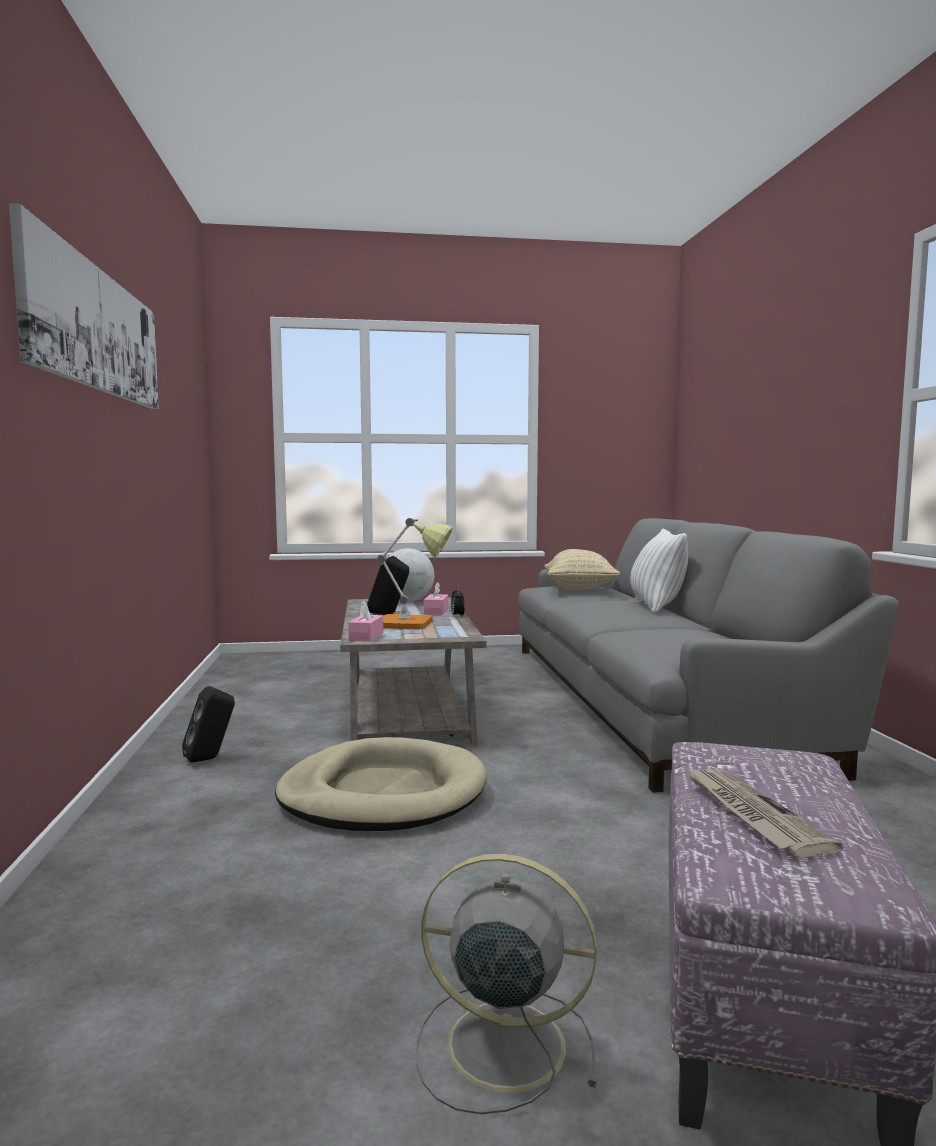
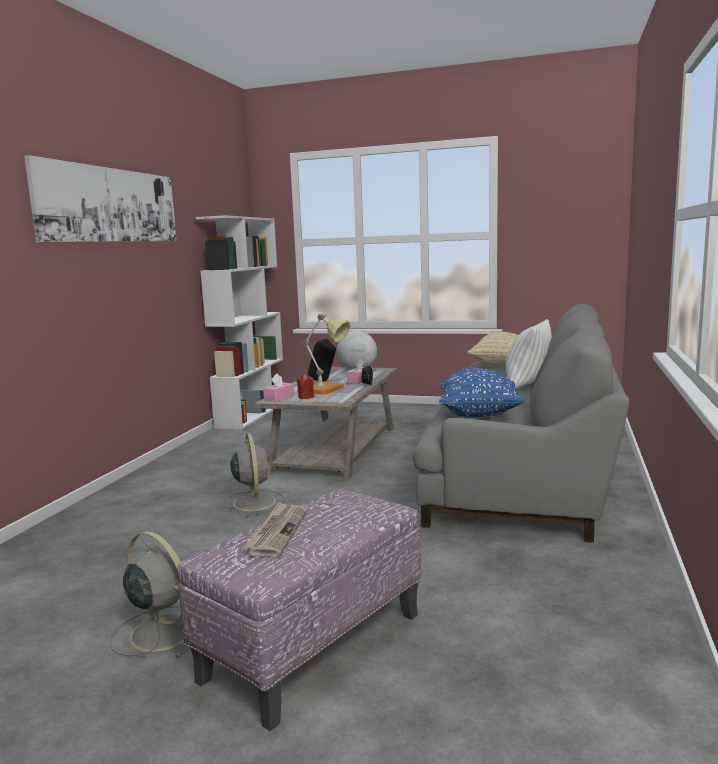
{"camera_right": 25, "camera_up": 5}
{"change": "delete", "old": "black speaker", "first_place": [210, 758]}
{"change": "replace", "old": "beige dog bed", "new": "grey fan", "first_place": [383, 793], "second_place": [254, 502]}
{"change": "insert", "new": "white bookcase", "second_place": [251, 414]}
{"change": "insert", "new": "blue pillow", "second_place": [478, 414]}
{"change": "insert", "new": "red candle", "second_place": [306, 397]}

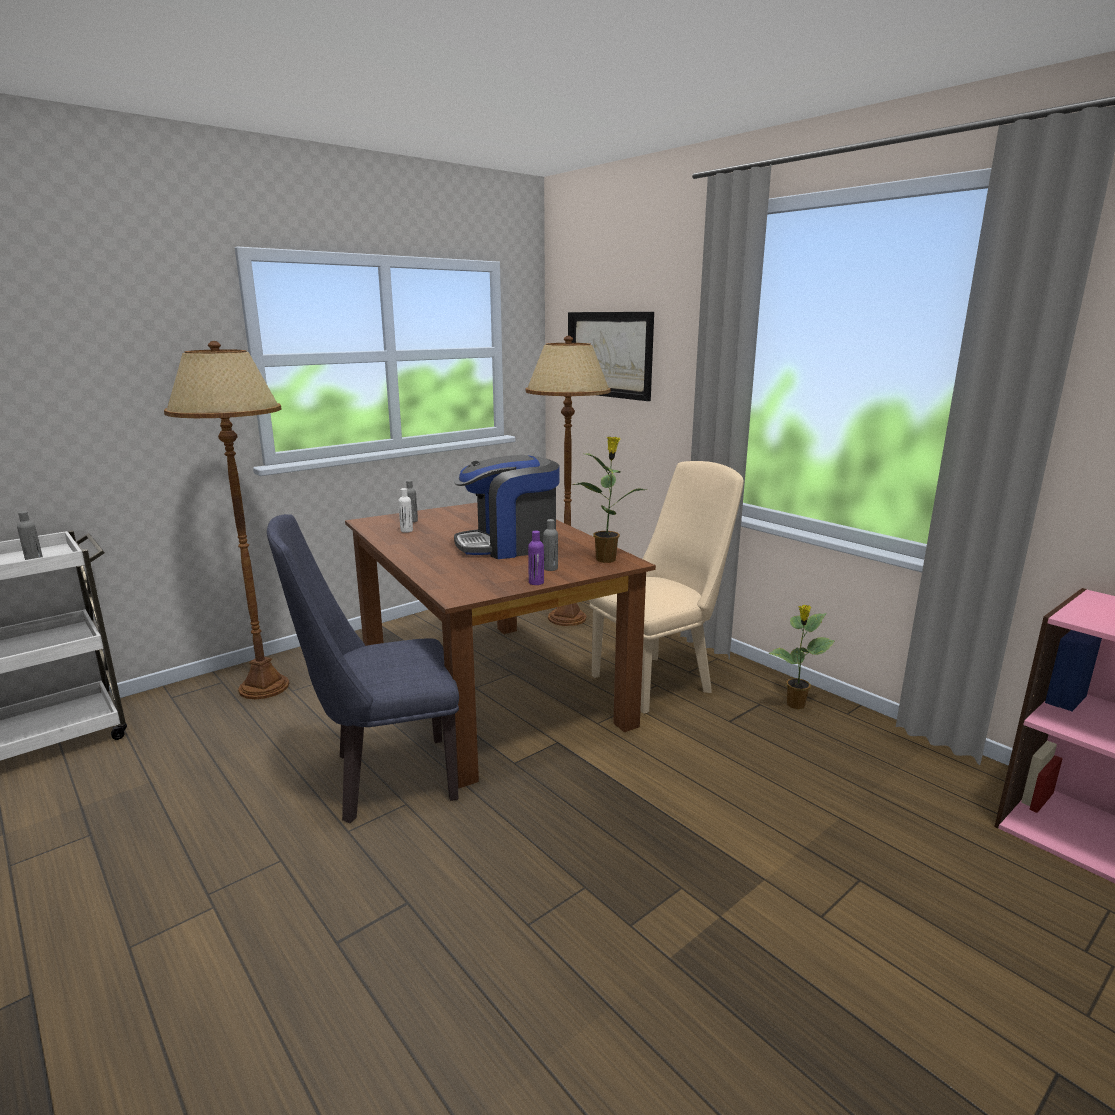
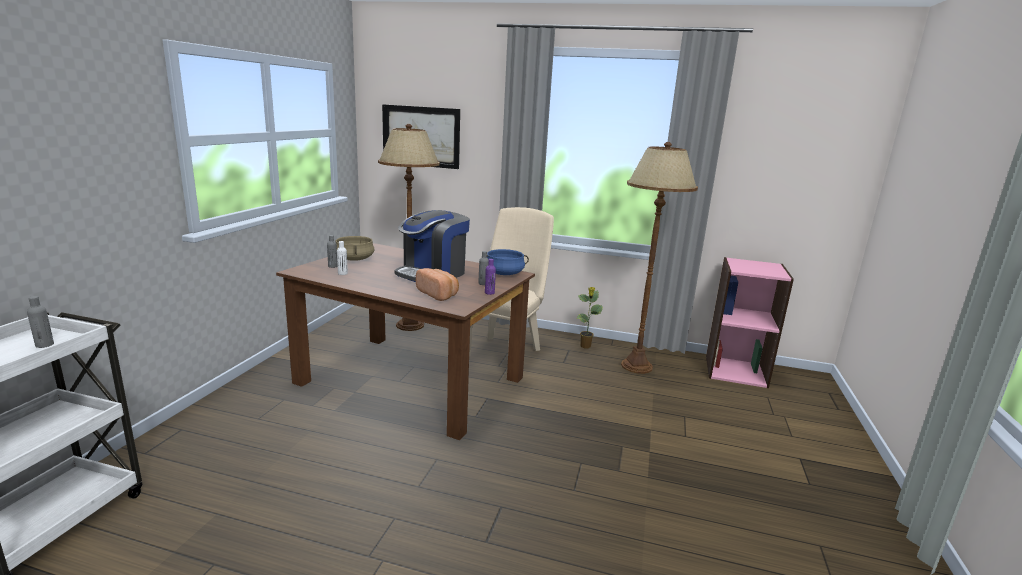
{"camera_right": -35, "camera_up": 0}
{"change": "move", "old": "brown floor lamp", "first_place": [264, 687], "second_place": [636, 366]}
{"change": "replace", "old": "potted plant", "new": "blue cooking pot", "first_place": [606, 559], "second_place": [504, 273]}
{"change": "delete", "old": "blue chair", "first_place": [383, 779]}
{"change": "insert", "new": "beige cooking pot", "second_place": [355, 259]}
{"change": "insert", "new": "bread", "second_place": [438, 294]}

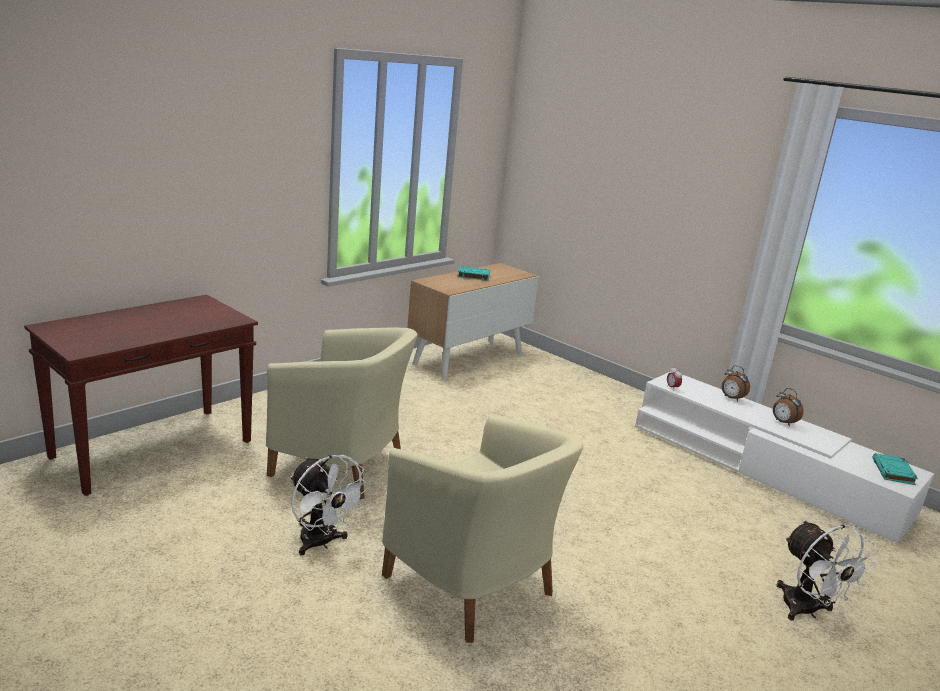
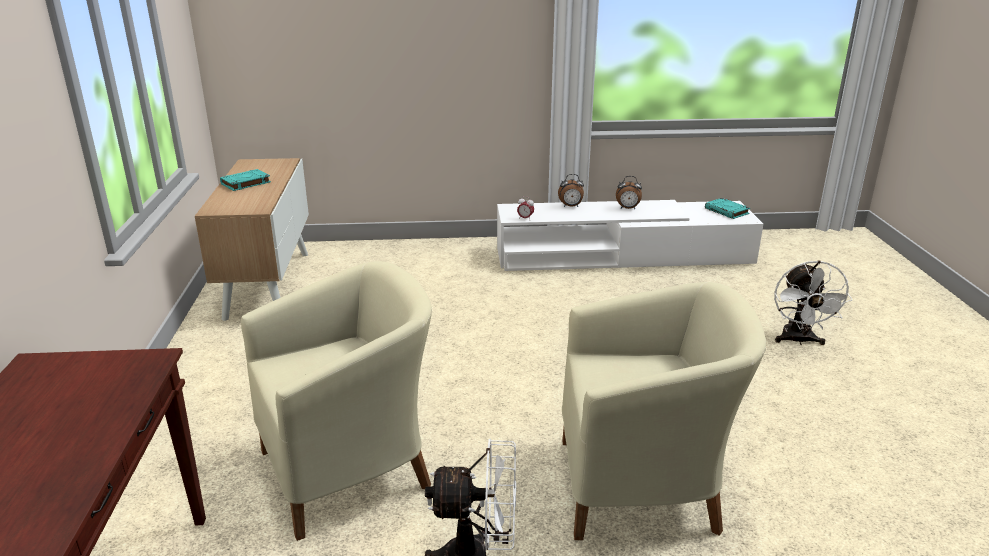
{"camera_right": -45, "camera_up": 5}
{"change": "rotate", "old": "white fan", "first_place": [807, 611], "second_place": [798, 341], "degrees": 75}

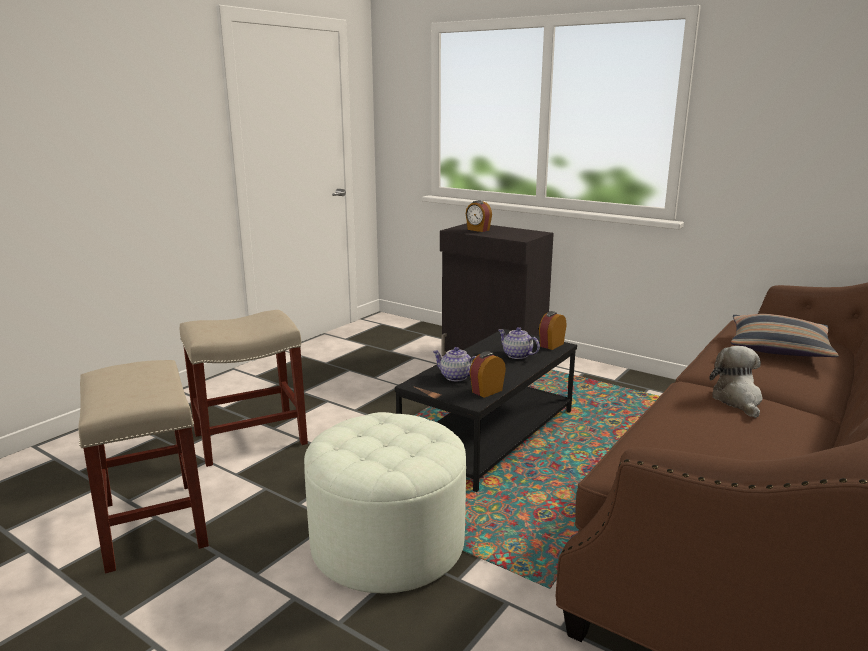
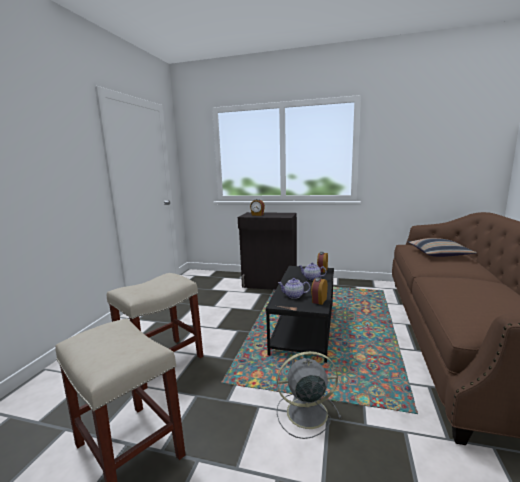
{"camera_right": -20, "camera_up": -5}
{"change": "delete", "old": "plush toy", "first_place": [738, 400]}
{"change": "replace", "old": "white ottoman", "new": "grey fan", "first_place": [387, 544], "second_place": [305, 413]}

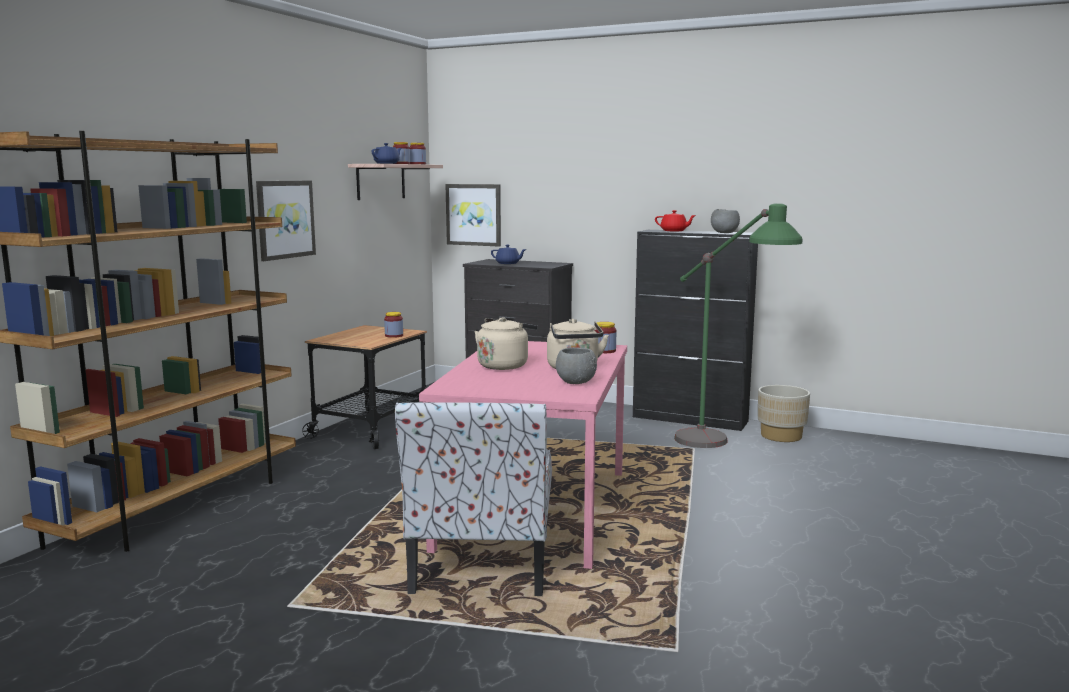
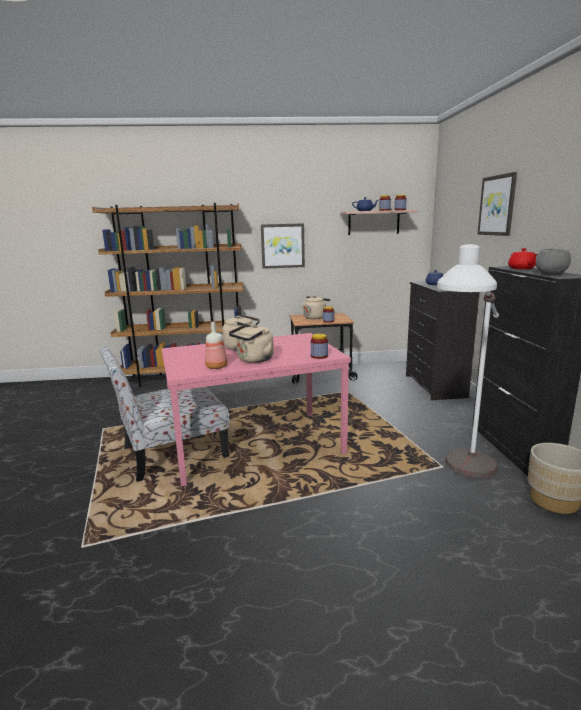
{"camera_right": 60, "camera_up": 5}
{"change": "move", "old": "picture", "first_place": [474, 214], "second_place": [497, 205]}
{"change": "recolor", "old": "green floor lamp", "new": "white floor lamp", "first_place": [723, 450], "second_place": [461, 480]}
{"change": "replace", "old": "grey bowl", "new": "bottle", "first_place": [575, 382], "second_place": [217, 366]}
{"change": "insert", "new": "beige kettle", "second_place": [315, 317]}

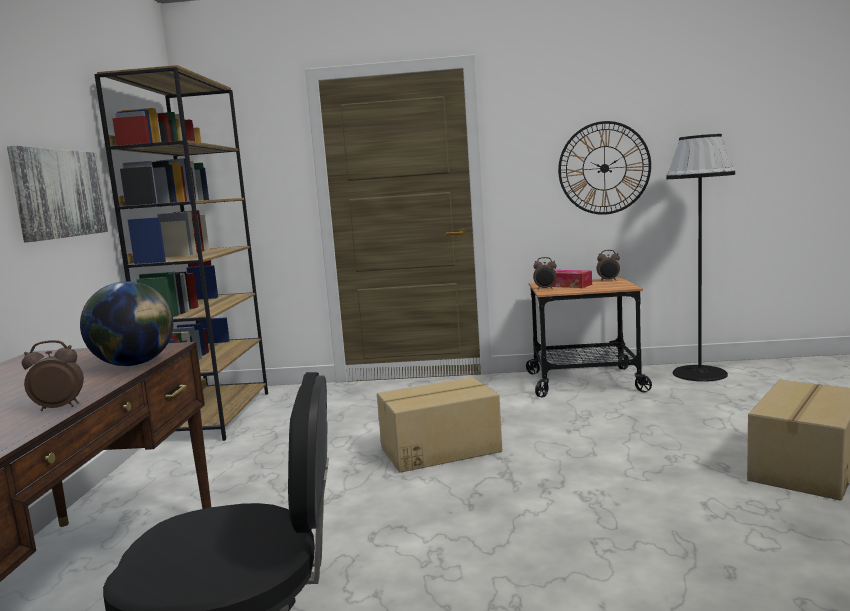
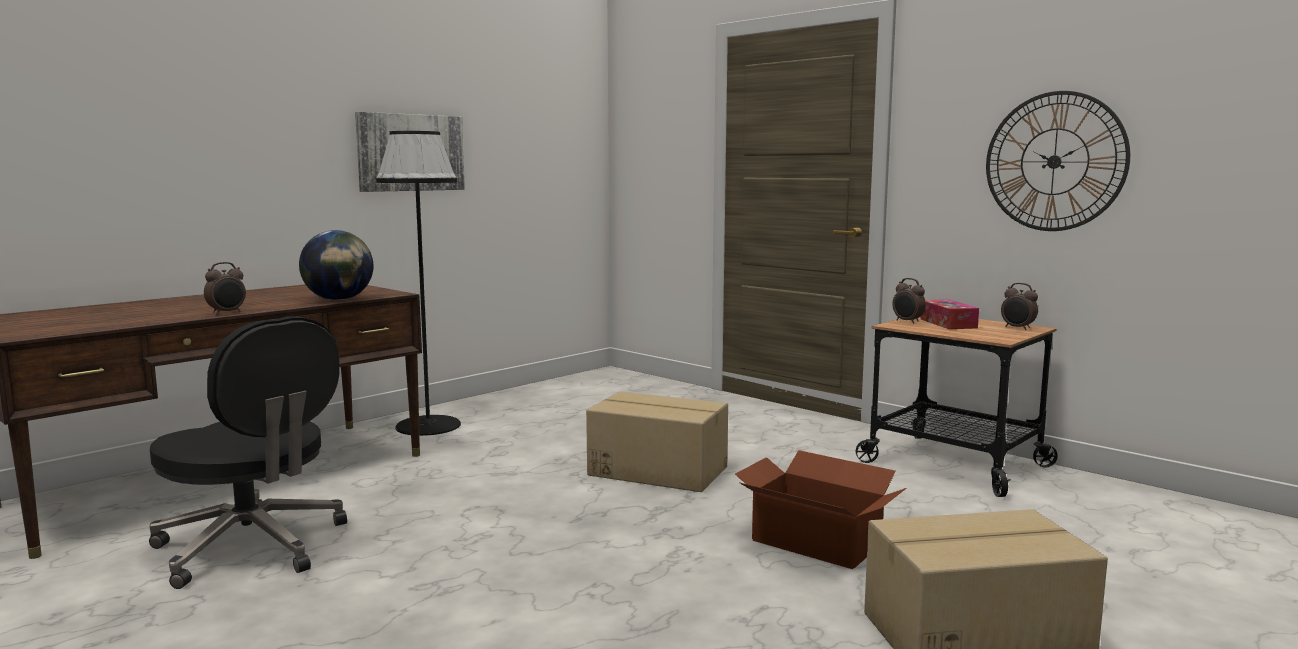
{"camera_right": 40, "camera_up": 0}
{"change": "delete", "old": "brown bookcase", "first_place": [214, 416]}
{"change": "move", "old": "black floor lamp", "first_place": [699, 373], "second_place": [428, 426]}
{"change": "rotate", "old": "alarm clock", "first_place": [59, 408], "second_place": [227, 313], "degrees": 105}
{"change": "insert", "new": "cardboard box", "second_place": [816, 542]}

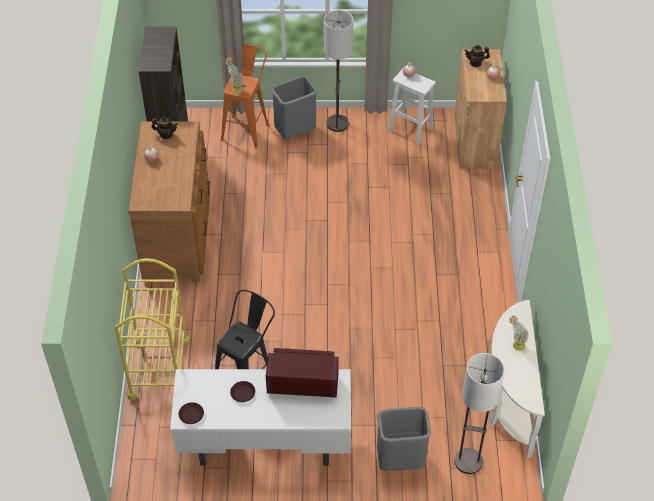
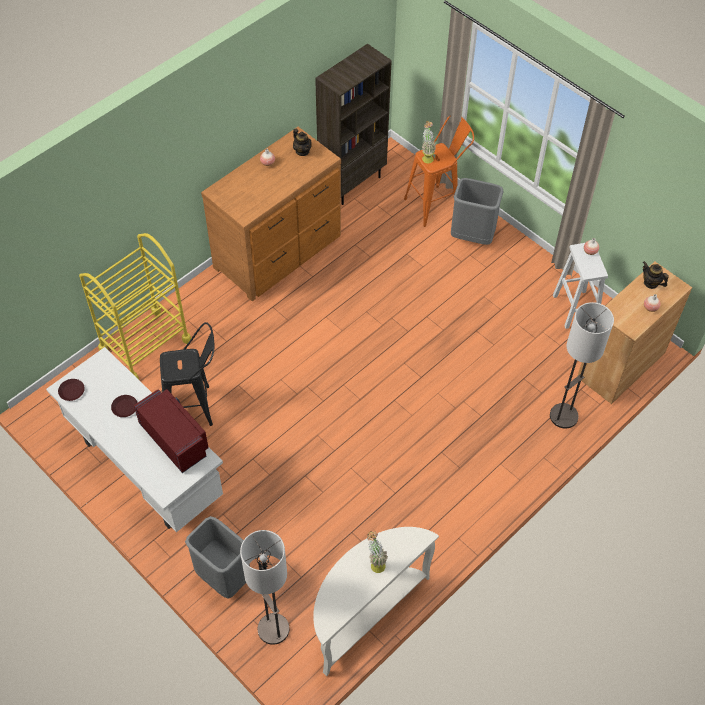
{"camera_right": 45, "camera_up": 5}
{"change": "move", "old": "floor lamp", "first_place": [337, 123], "second_place": [563, 416]}

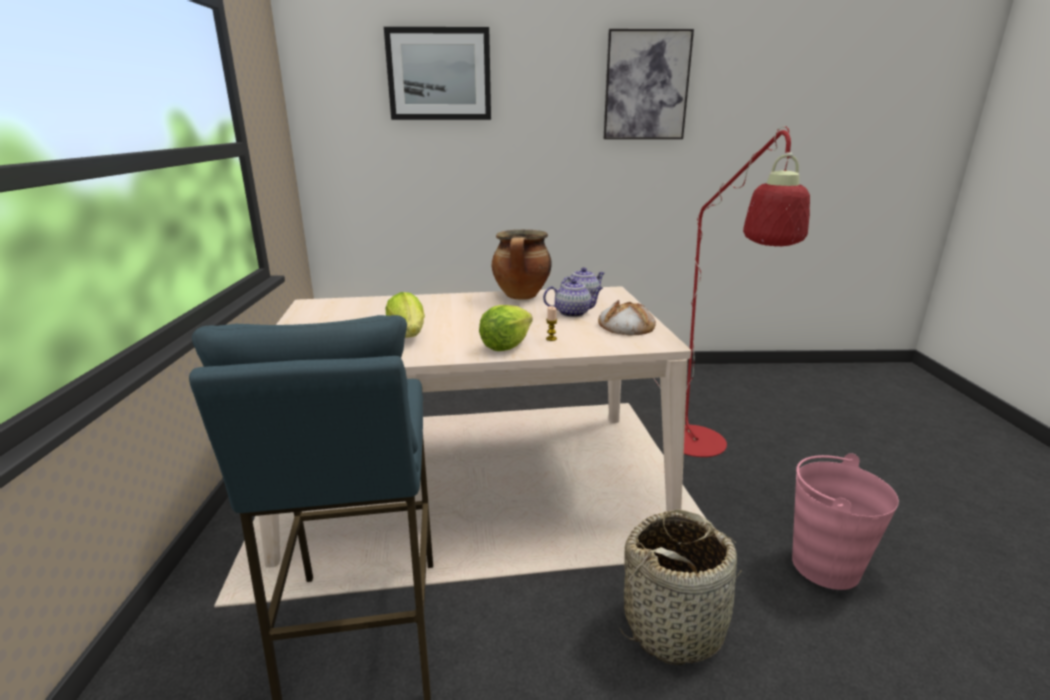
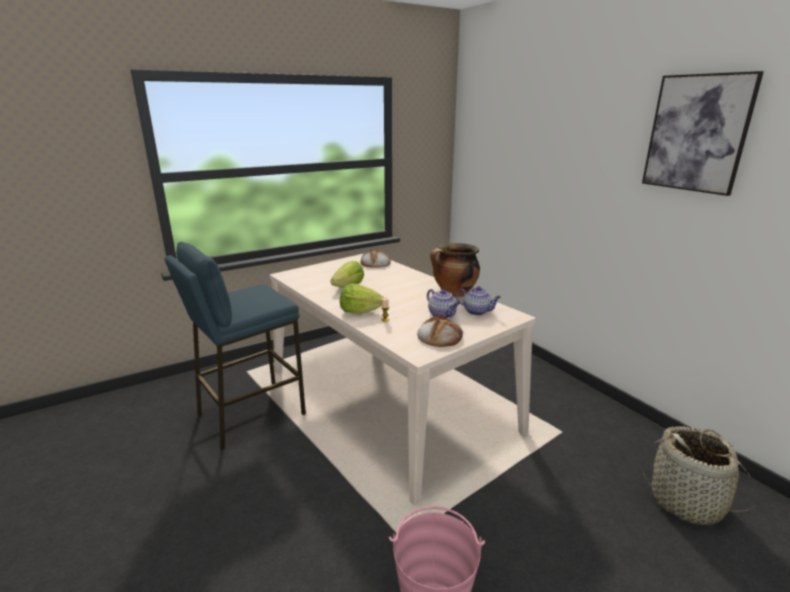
{"camera_right": 60, "camera_up": 0}
{"change": "delete", "old": "picture", "first_place": [439, 74]}
{"change": "delete", "old": "red floor lamp", "first_place": [701, 449]}
{"change": "move", "old": "basket", "first_place": [674, 625], "second_place": [687, 502]}
{"change": "insert", "new": "bread", "second_place": [375, 263]}

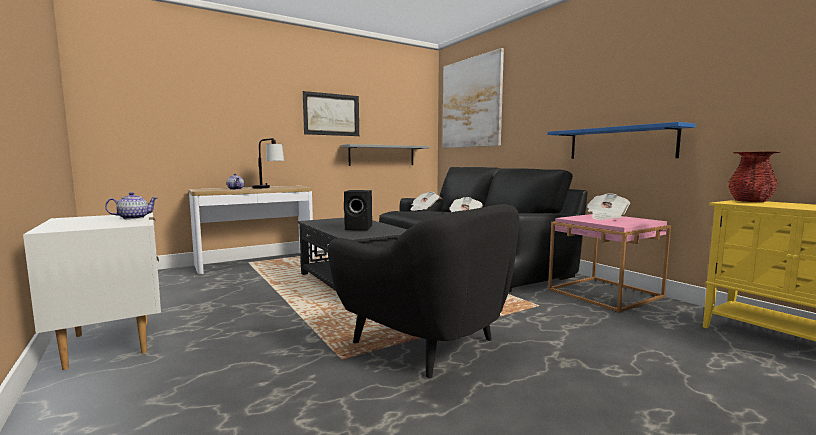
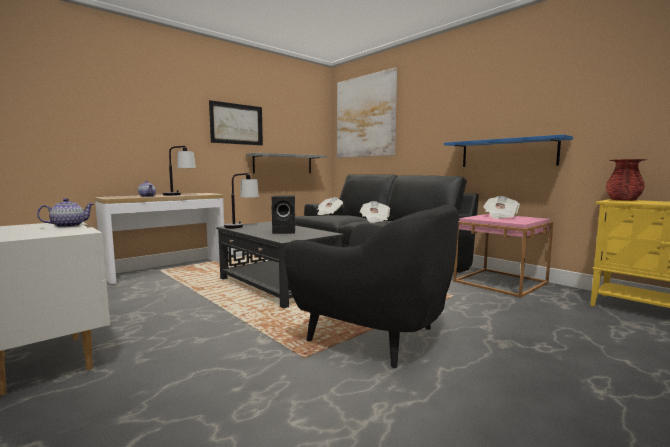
{"camera_right": -10, "camera_up": 0}
{"change": "insert", "new": "table lamp", "second_place": [242, 226]}

